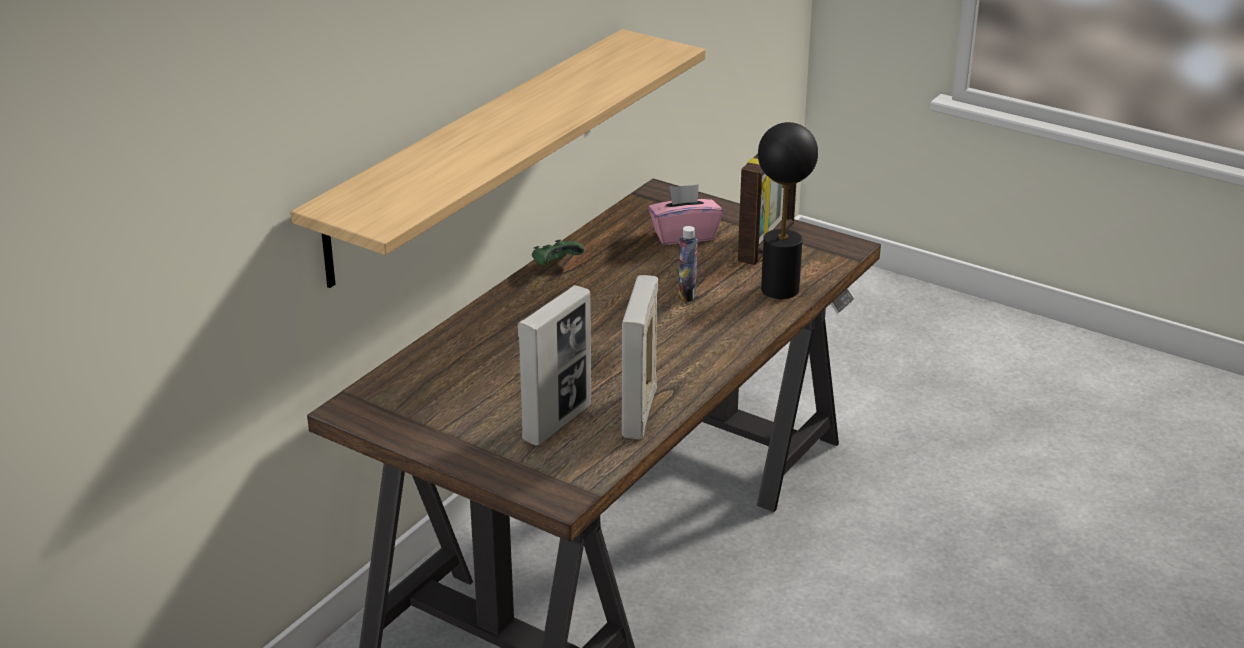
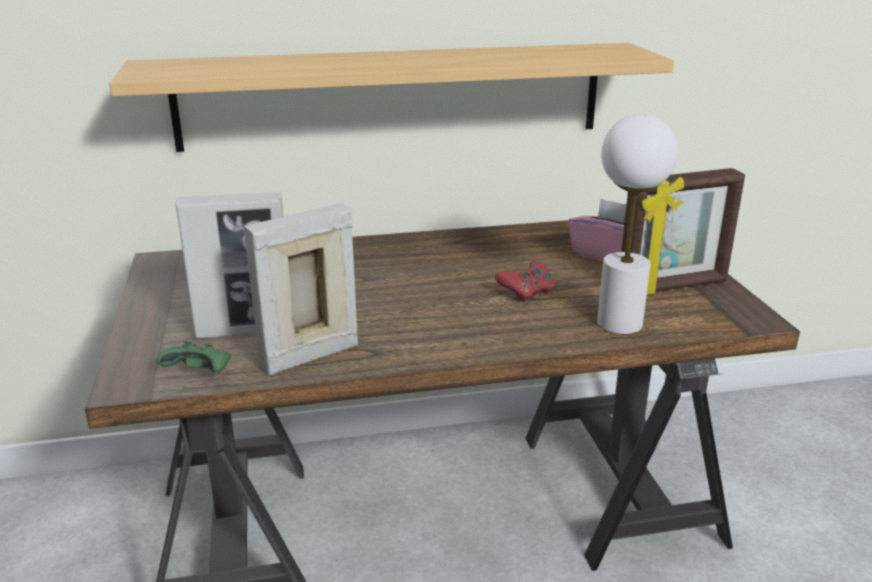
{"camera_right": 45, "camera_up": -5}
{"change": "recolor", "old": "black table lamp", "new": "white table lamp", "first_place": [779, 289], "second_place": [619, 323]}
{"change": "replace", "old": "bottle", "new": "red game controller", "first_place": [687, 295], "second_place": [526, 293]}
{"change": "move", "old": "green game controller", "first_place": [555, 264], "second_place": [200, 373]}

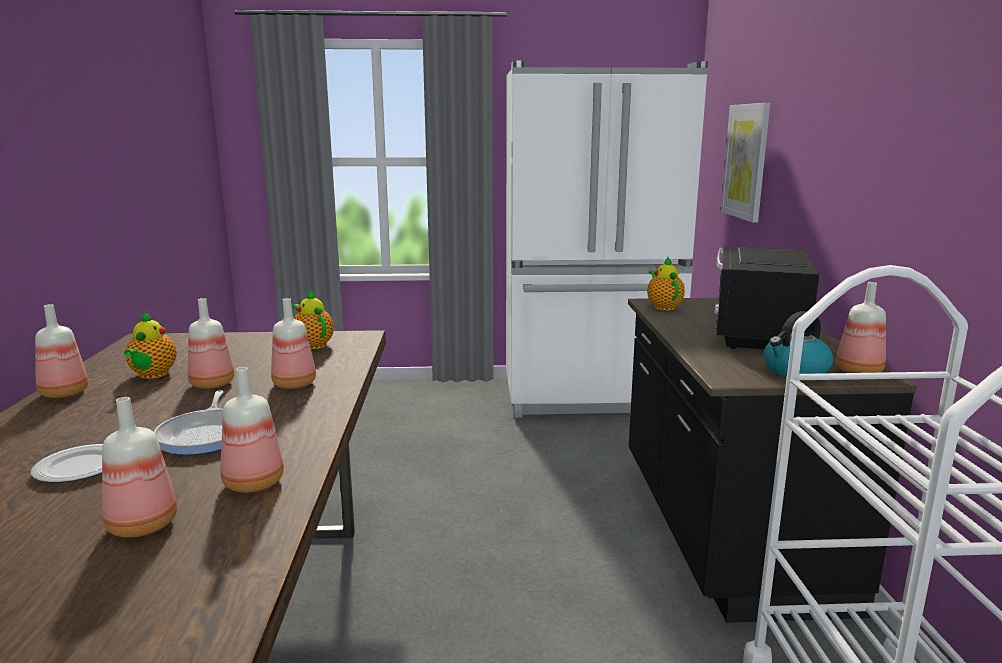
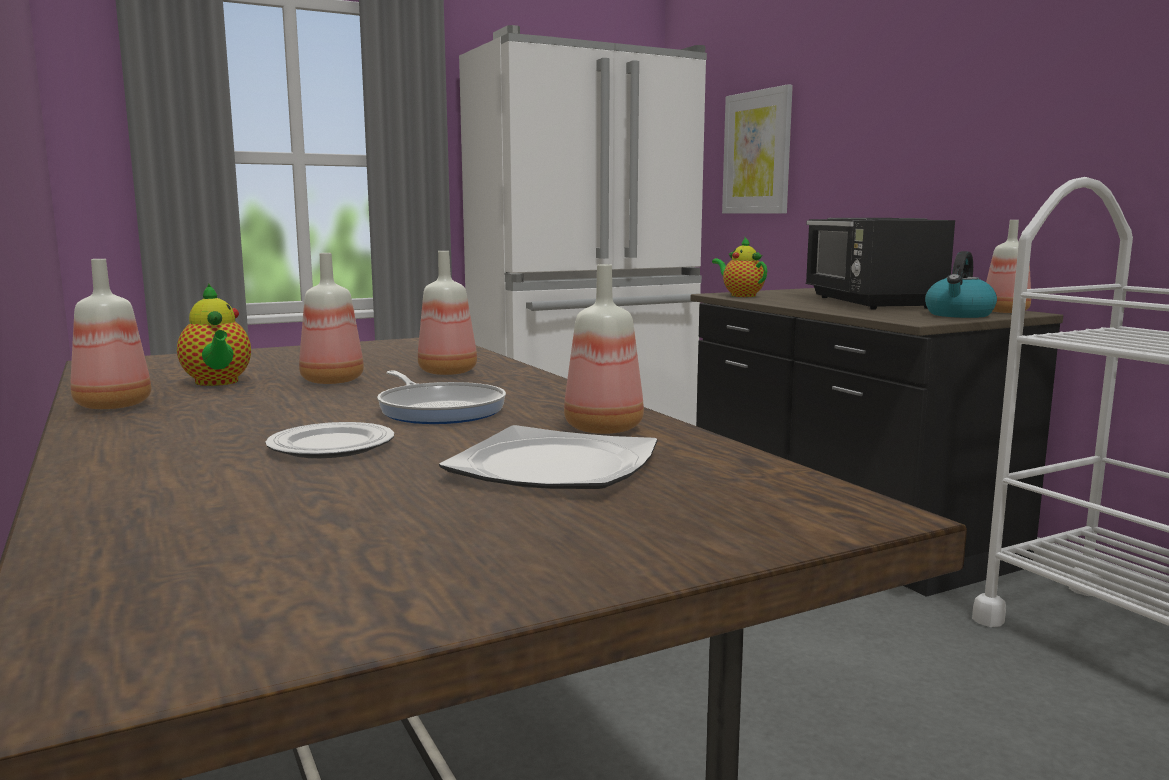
{"camera_right": -25, "camera_up": -5}
{"change": "delete", "old": "teapot", "first_place": [313, 344]}
{"change": "replace", "old": "bottle", "new": "plate", "first_place": [141, 527], "second_place": [554, 467]}

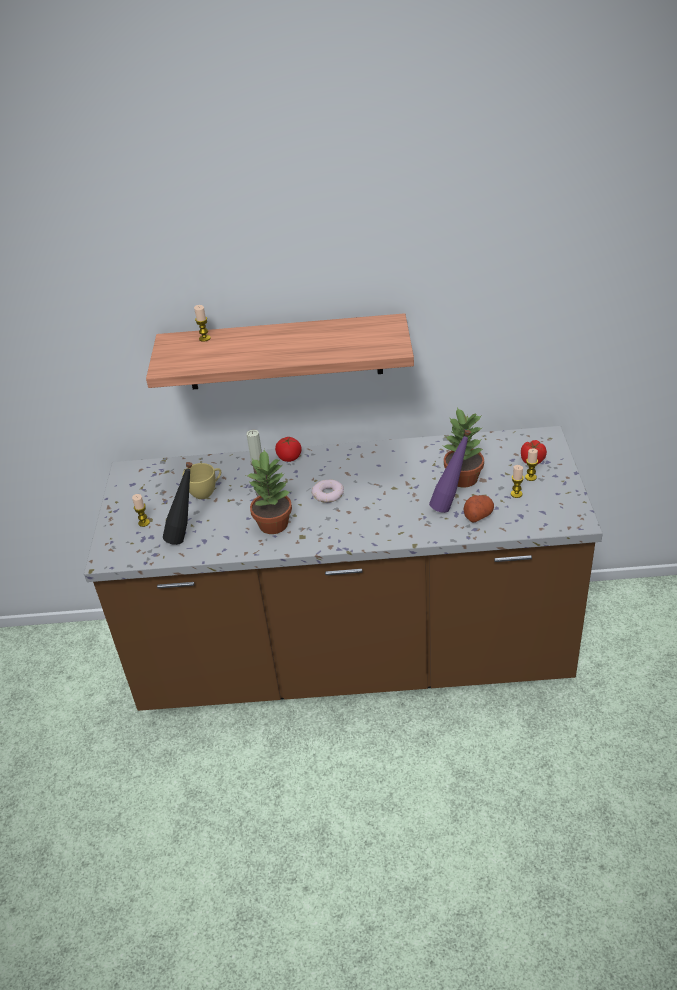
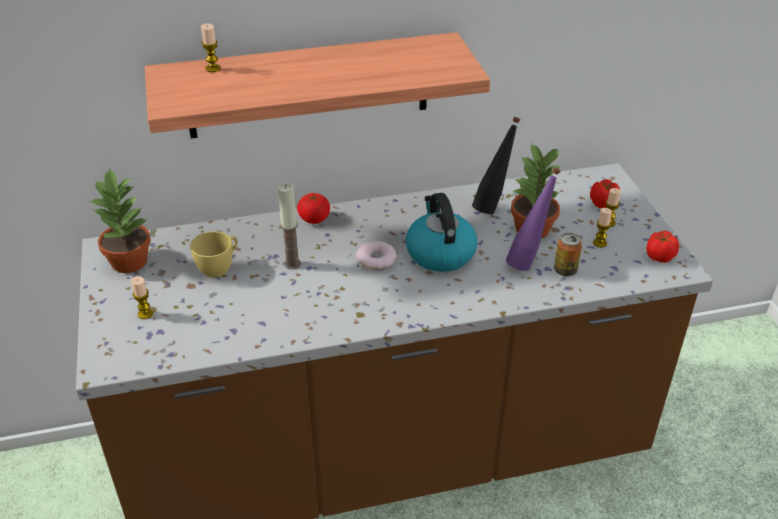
{"camera_right": -15, "camera_up": 0}
{"change": "move", "old": "potted plant", "first_place": [274, 524], "second_place": [130, 261]}
{"change": "move", "old": "black bottle", "first_place": [185, 536], "second_place": [493, 207]}
{"change": "replace", "old": "potato", "new": "can", "first_place": [478, 515], "second_place": [565, 270]}
{"change": "insert", "new": "kettle", "second_place": [439, 253]}
{"change": "insert", "new": "tomato", "second_place": [659, 257]}

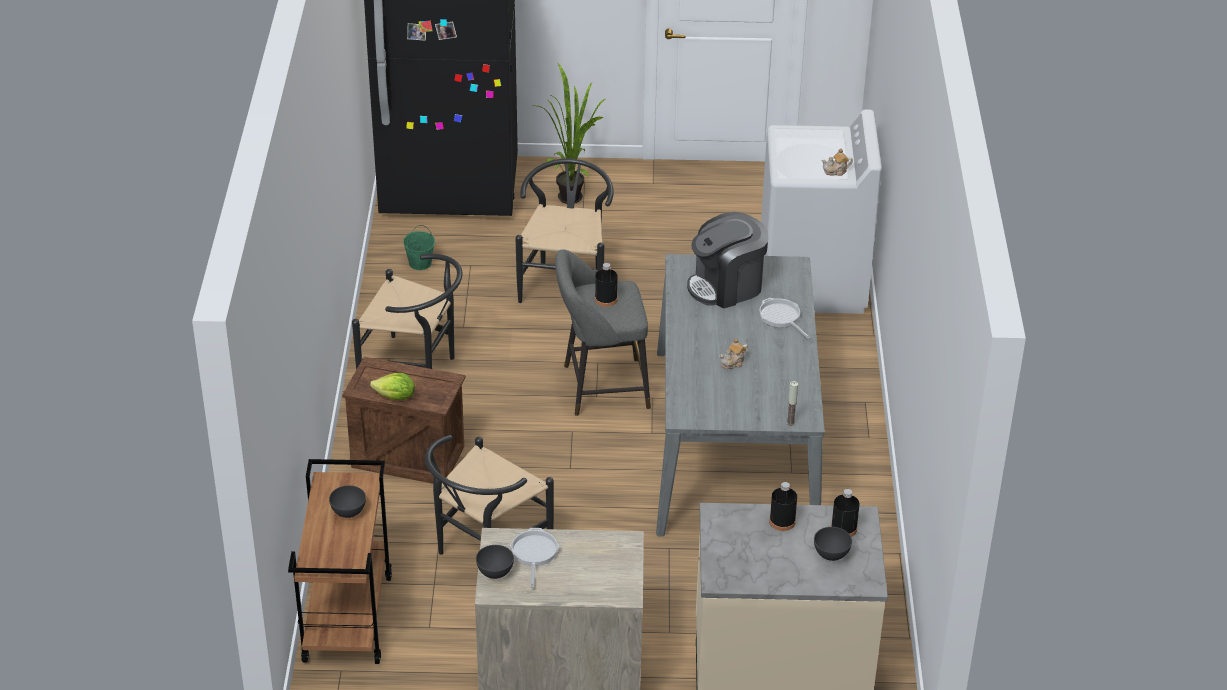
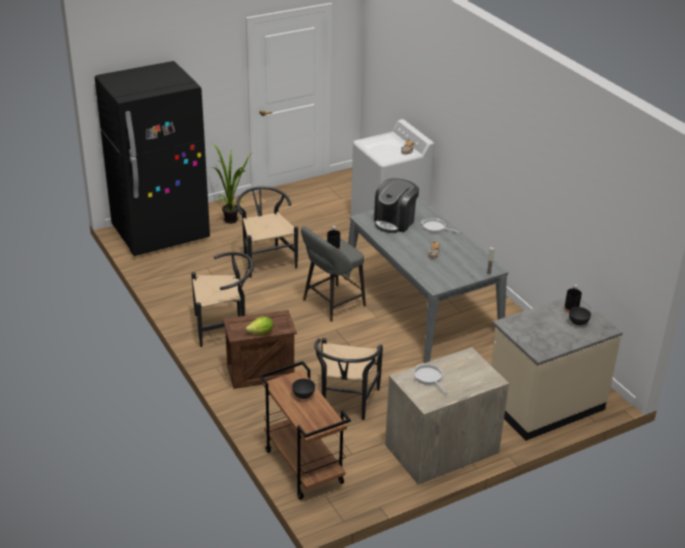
{"camera_right": -30, "camera_up": -5}
{"change": "delete", "old": "green bucket", "first_place": [420, 263]}
{"change": "delete", "old": "black bottle", "first_place": [782, 521]}
{"change": "delete", "old": "grey bowl", "first_place": [495, 572]}

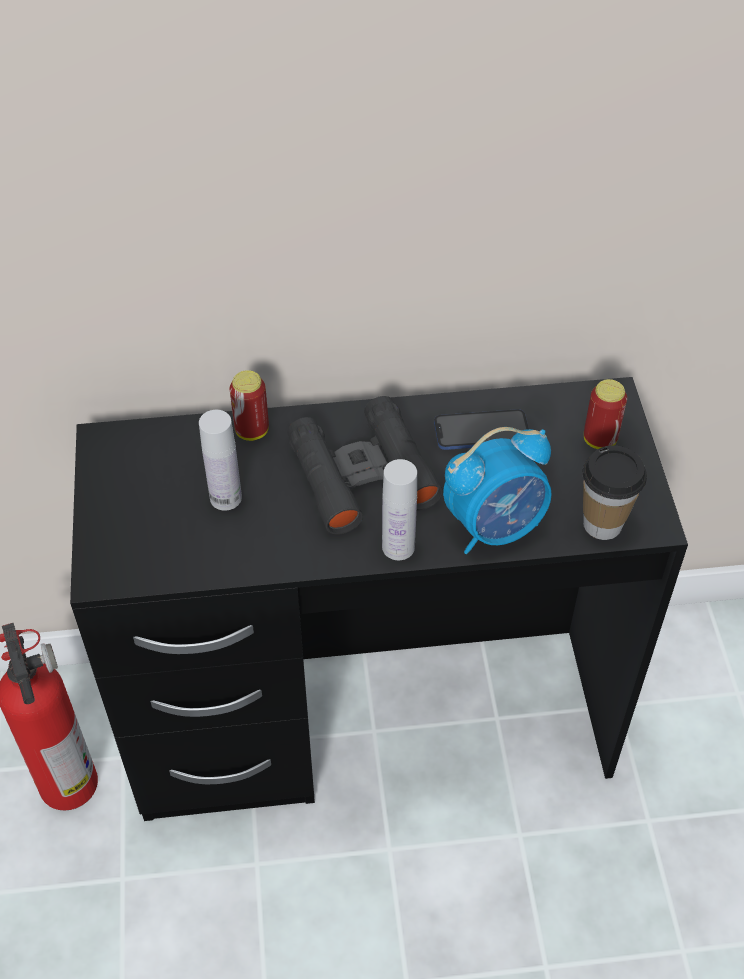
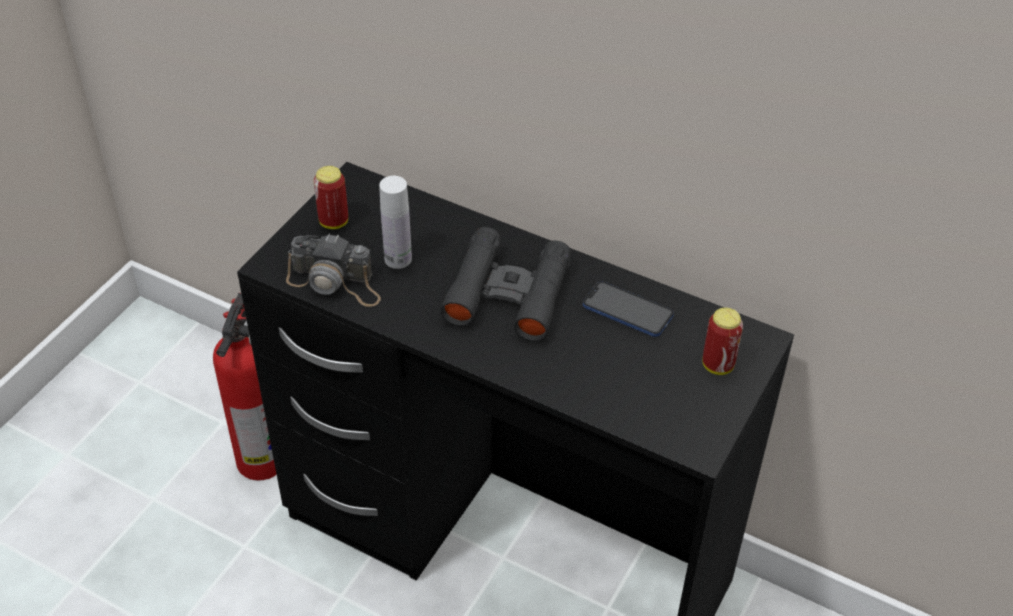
{"camera_right": 35, "camera_up": -5}
{"change": "move", "old": "can", "first_place": [252, 431], "second_place": [333, 222]}
{"change": "delete", "old": "alarm clock", "first_place": [495, 526]}
{"change": "delete", "old": "cup", "first_place": [602, 524]}
{"change": "delete", "old": "white bottle", "first_place": [398, 547]}
{"change": "insert", "new": "photo camera", "second_place": [335, 283]}

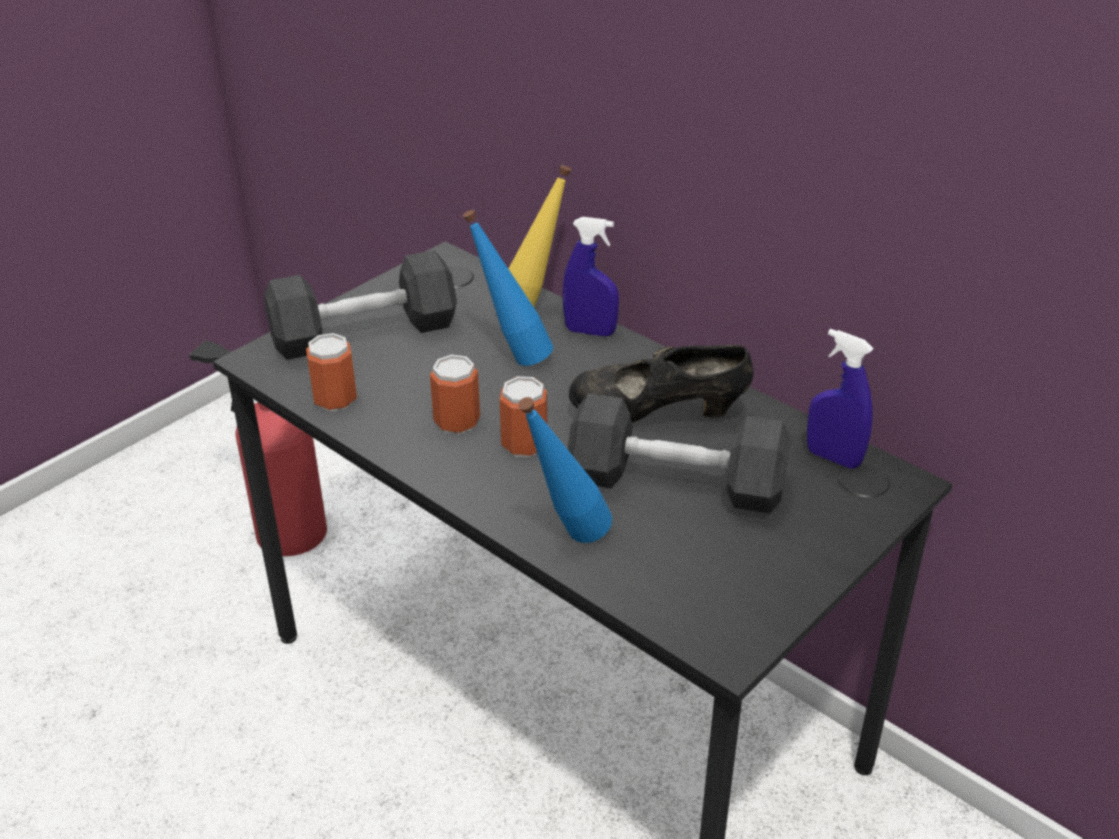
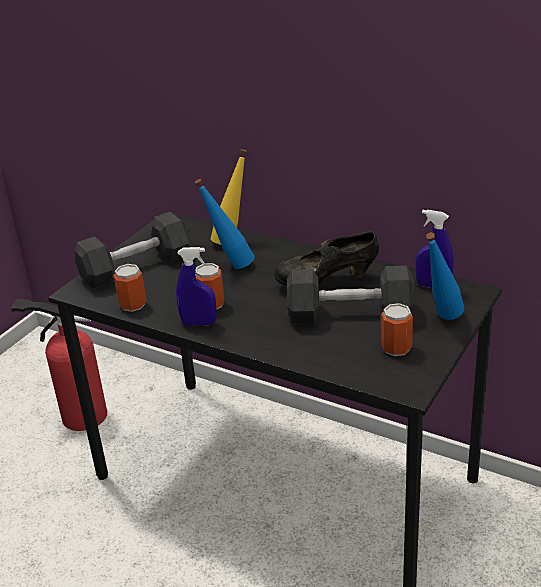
{"camera_right": -10, "camera_up": -5}
{"change": "move", "old": "blue spray bottle", "first_place": [590, 331], "second_place": [199, 323]}
{"change": "move", "old": "can", "first_place": [524, 444], "second_place": [396, 348]}
{"change": "move", "old": "blue bottle", "first_place": [566, 540], "second_place": [441, 320]}

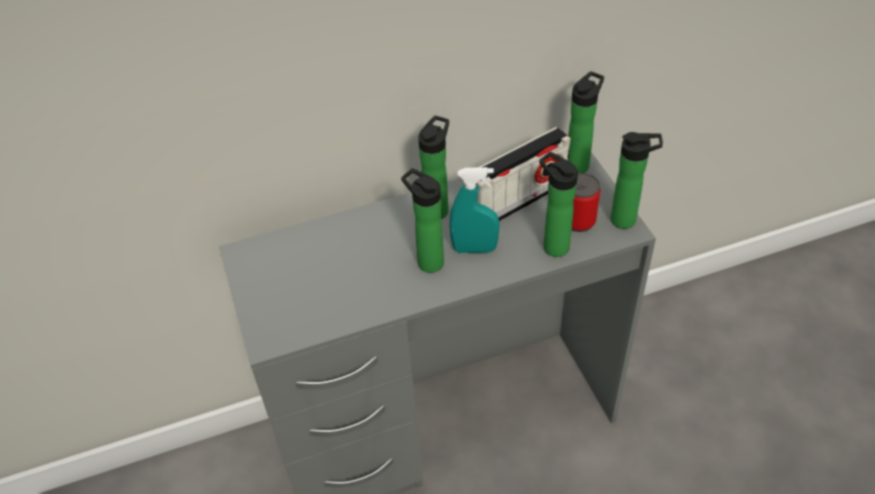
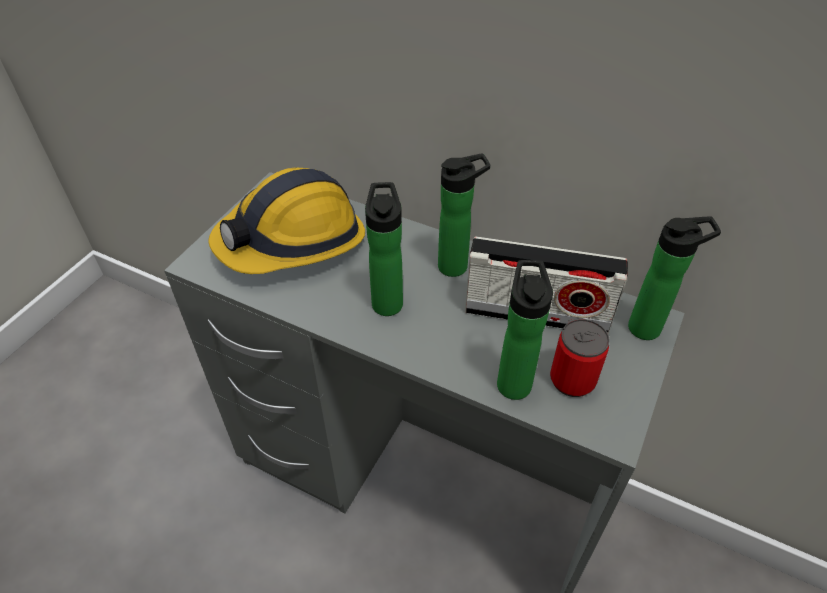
{"camera_right": 45, "camera_up": 0}
{"change": "delete", "old": "bottle", "first_place": [627, 220]}
{"change": "delete", "old": "turquoise spray bottle", "first_place": [474, 249]}
{"change": "insert", "new": "hard hat", "second_place": [293, 241]}

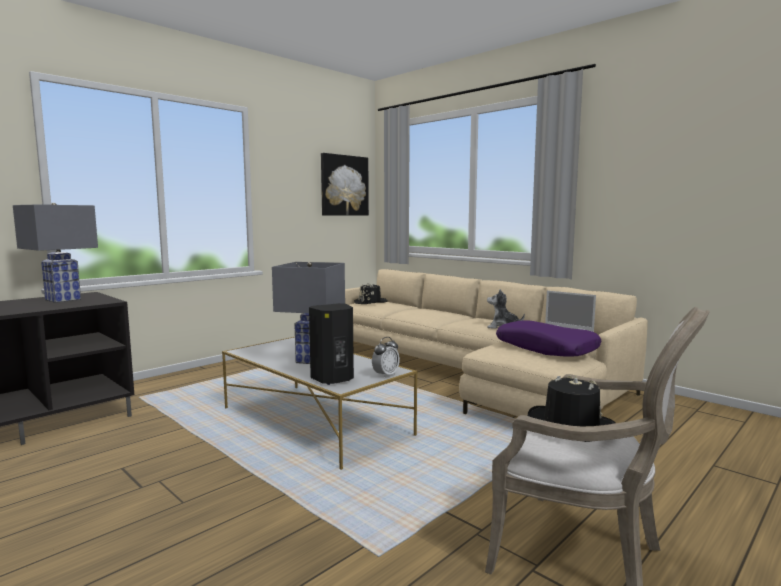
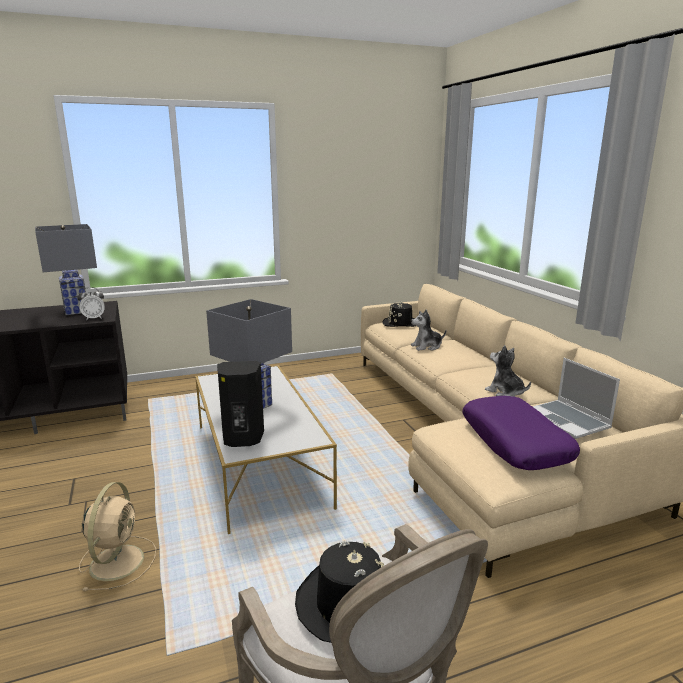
{"camera_right": 25, "camera_up": 10}
{"change": "delete", "old": "picture", "first_place": [344, 185]}
{"change": "move", "old": "alarm clock", "first_place": [385, 375], "second_place": [94, 318]}
{"change": "insert", "new": "plush toy", "second_place": [427, 346]}
{"change": "insert", "new": "beige fan", "second_place": [118, 560]}

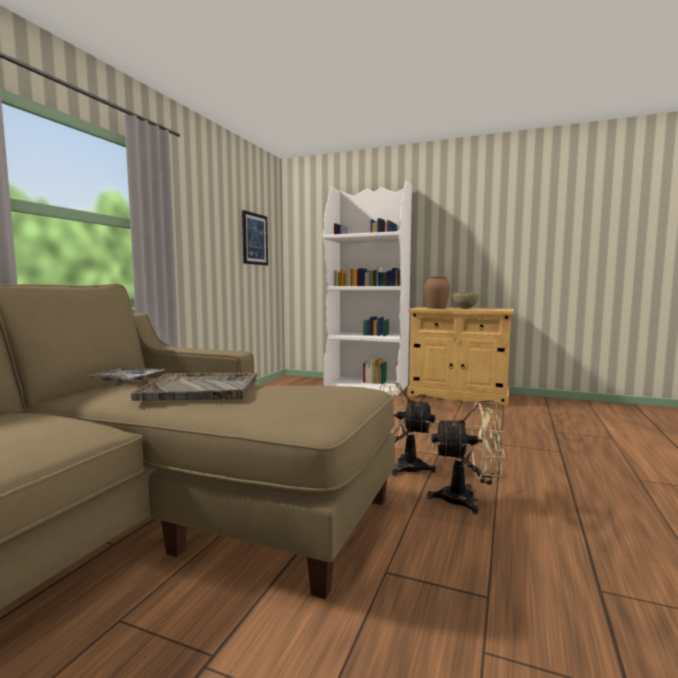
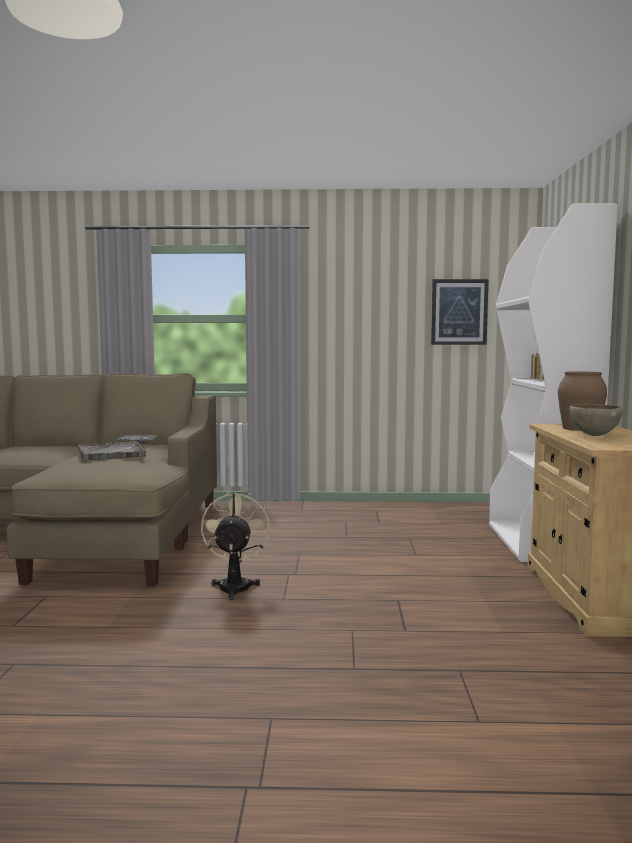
{"camera_right": 70, "camera_up": 0}
{"change": "delete", "old": "beige fan", "first_place": [467, 500]}

